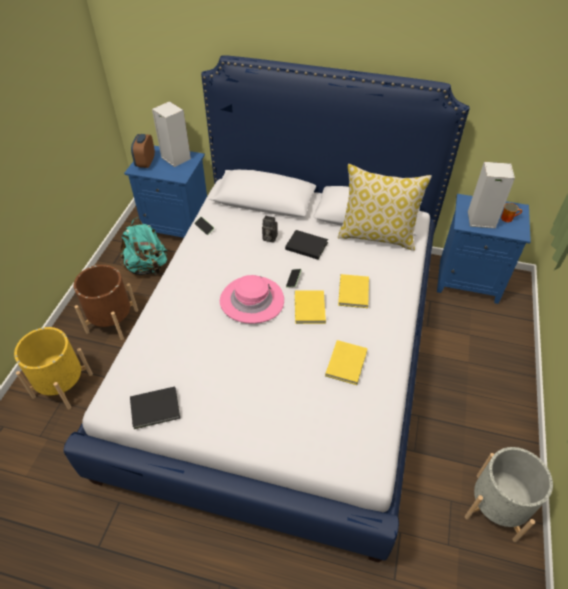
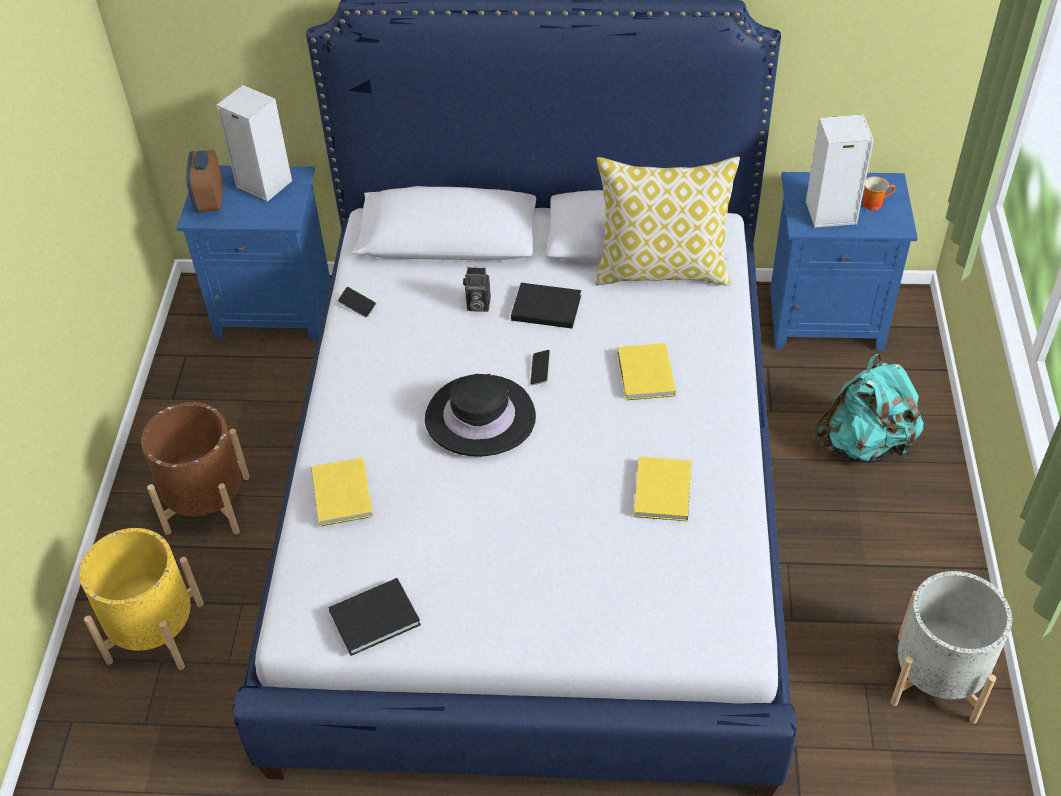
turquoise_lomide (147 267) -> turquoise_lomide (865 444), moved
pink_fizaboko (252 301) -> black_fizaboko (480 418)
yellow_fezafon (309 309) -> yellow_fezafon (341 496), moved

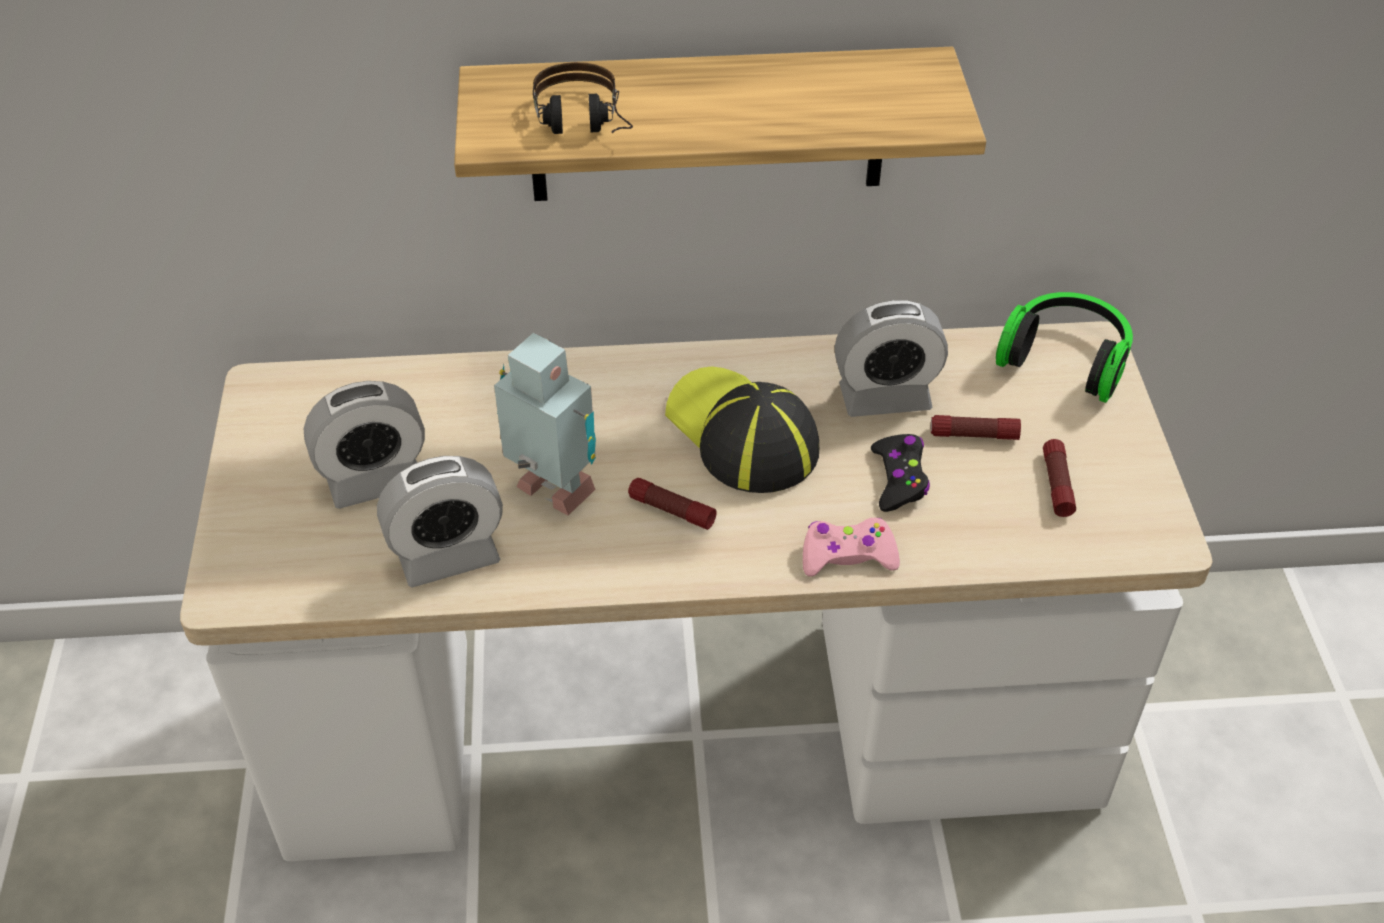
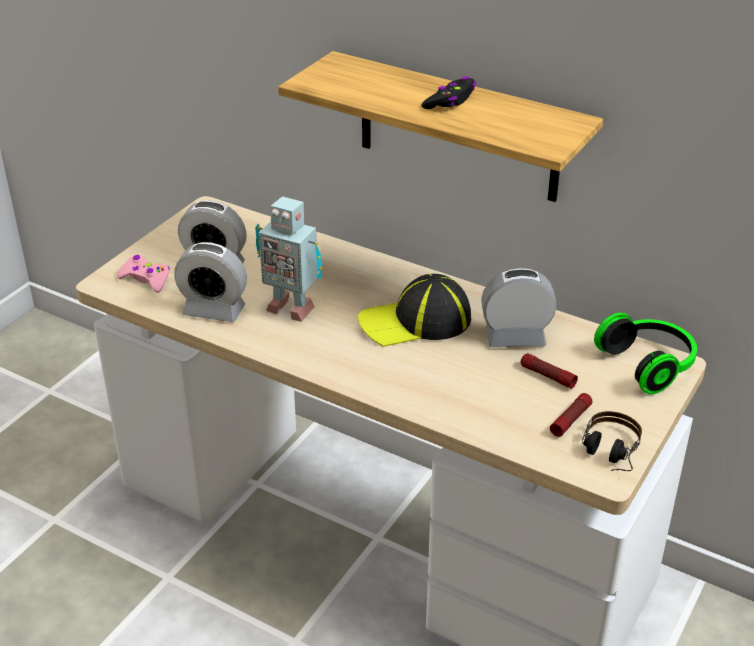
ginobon (583 127) -> ginobon (608 456), moved
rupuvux (885 397) -> rupuvux (515 338), 150 degrees clockwise
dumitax (553 495) -> dumitax (291 307), 135 degrees clockwise
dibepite (741 434) -> dibepite (416 321), 105 degrees counterclockwise
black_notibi (899 479) -> black_notibi (450 101), moved
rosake (671 511) -> none
pink_notibi (847 555) -> pink_notibi (146 279), moved

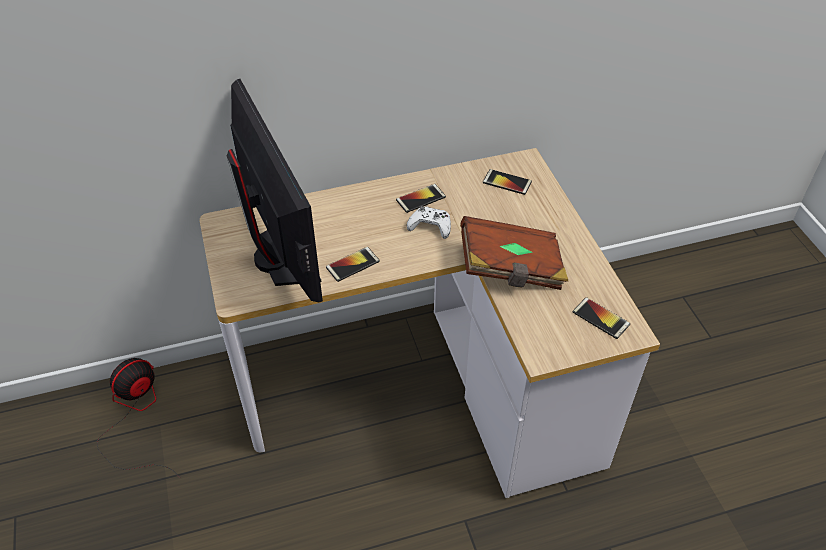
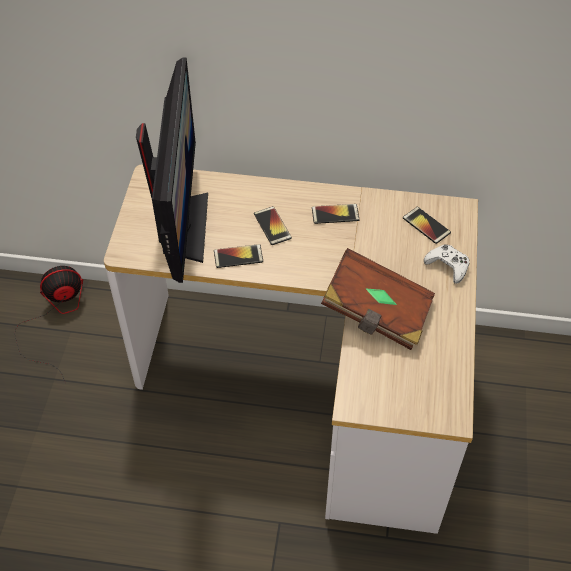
white_notibi (430 226) -> white_notibi (448 266), moved
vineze (601 318) -> vineze (272 226), moved

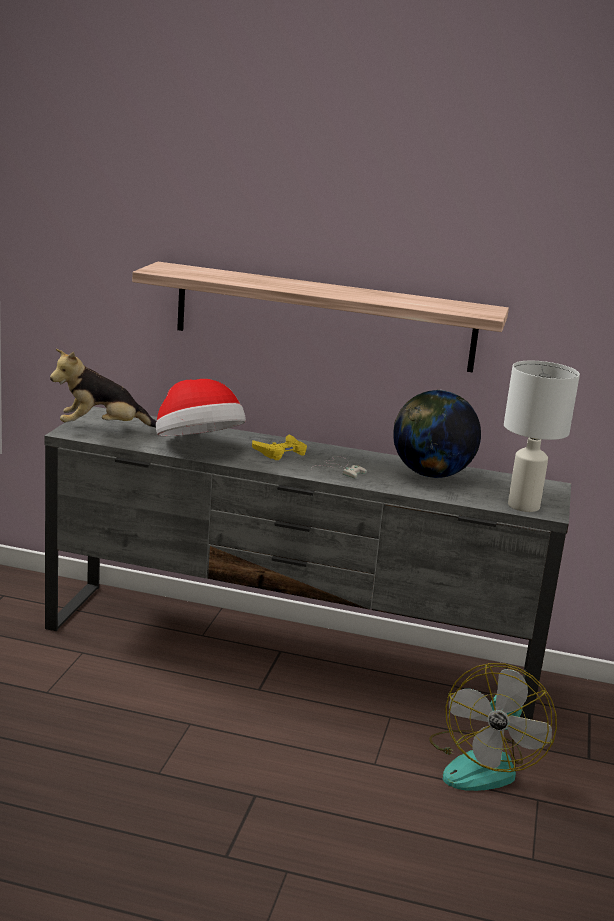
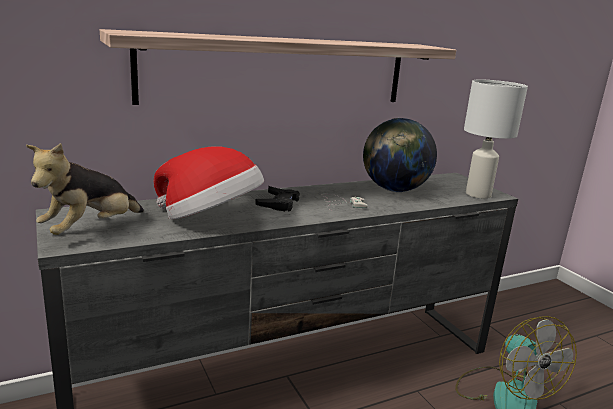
yellow_notibi (280 452) -> black_notibi (278 203)

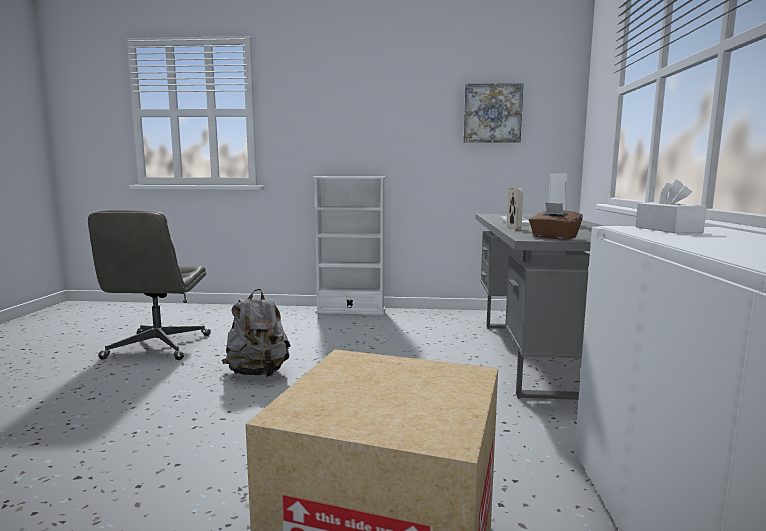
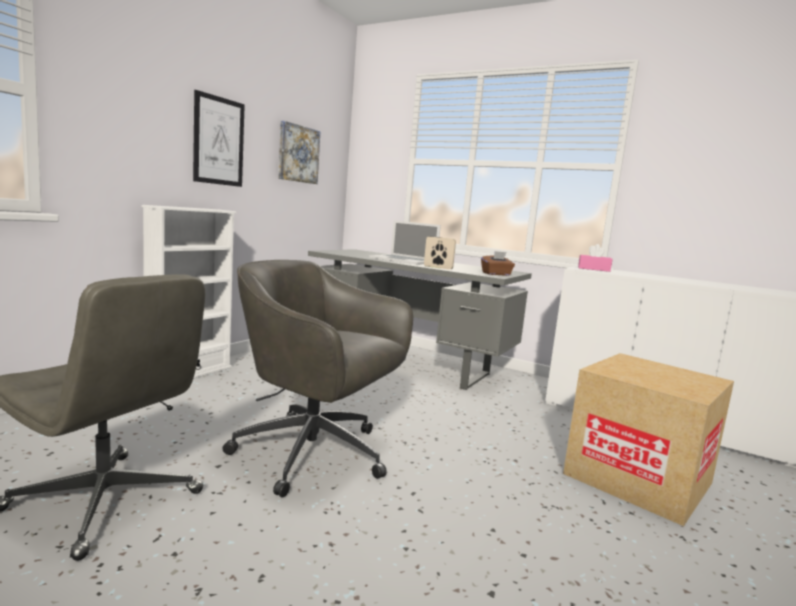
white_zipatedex (667 230) -> pink_zipatedex (593 269)
grey_lomide (258 373) -> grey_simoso (315 455)
none -> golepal (219 141)

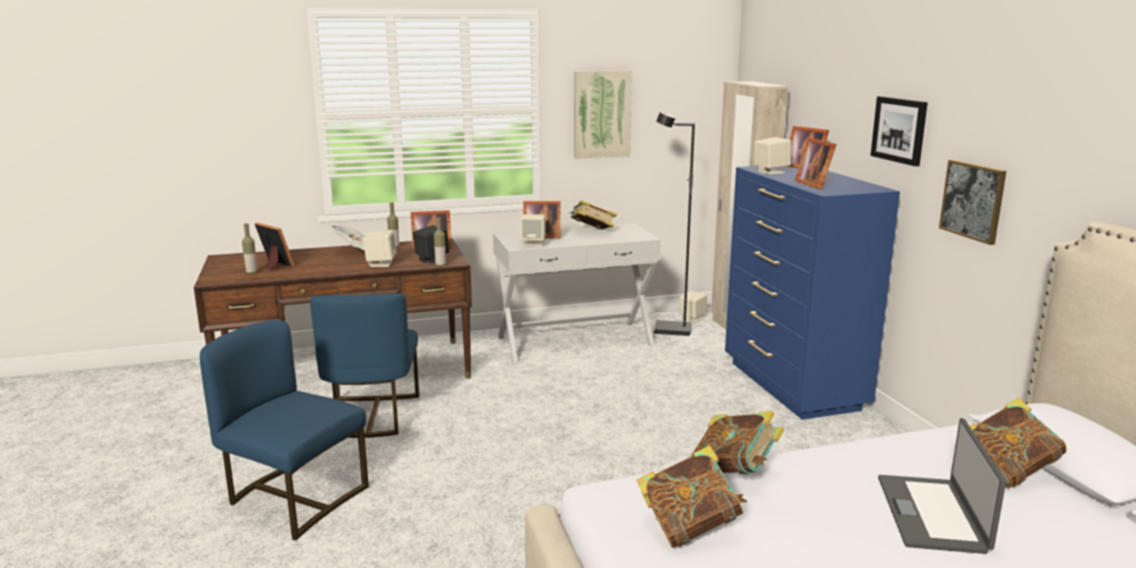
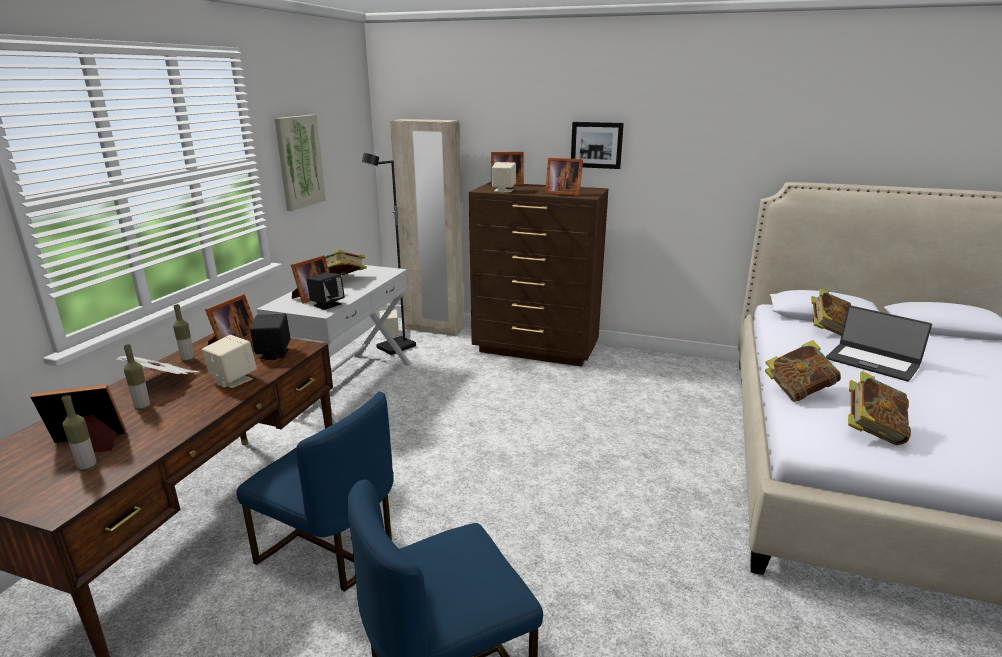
golepal (973 200) -> none
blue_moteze (792 386) -> brown_moteze (536 349)
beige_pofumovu (533 244) -> black_pofumovu (327 305)
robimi (440 265) -> robimi (142 407), moved

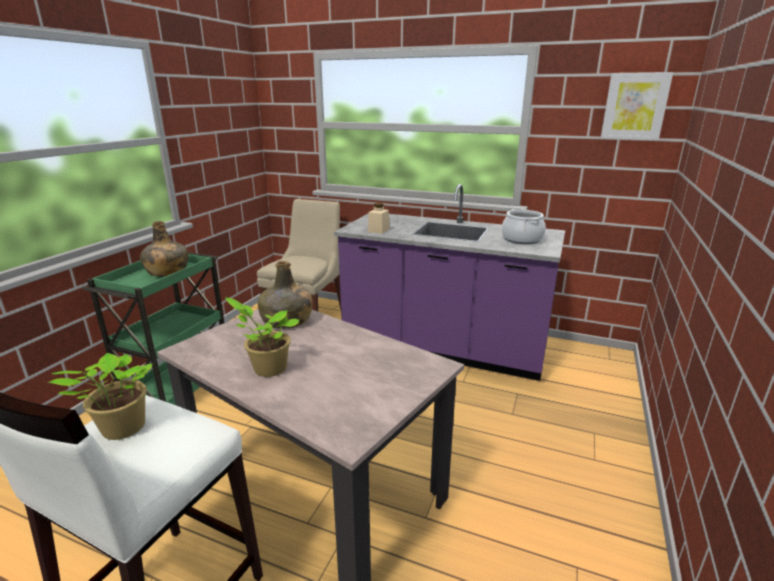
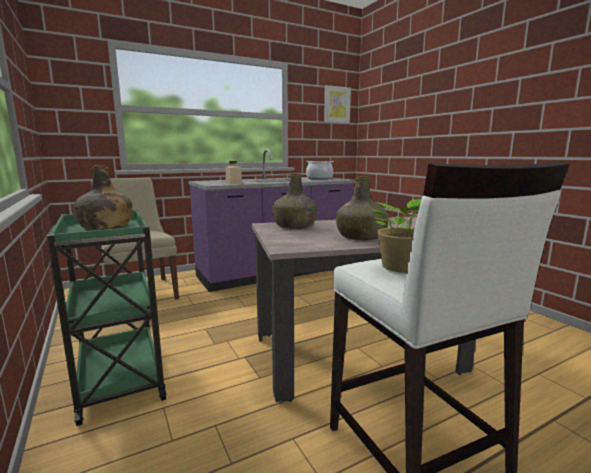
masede (267 368) -> green_robimi (361 237)

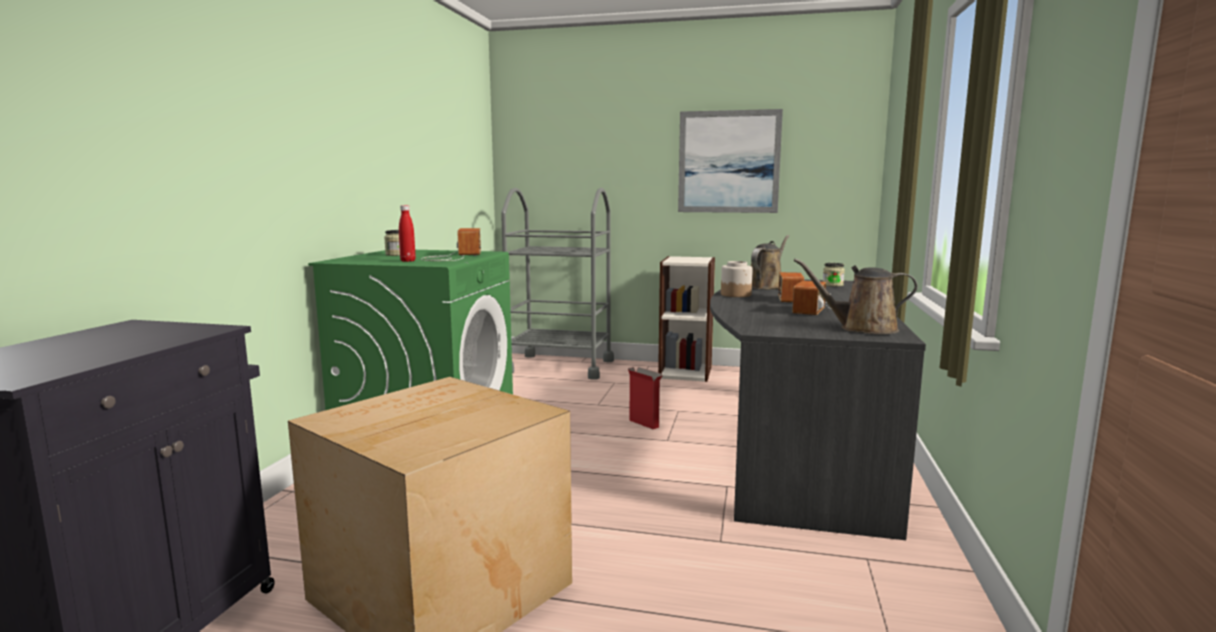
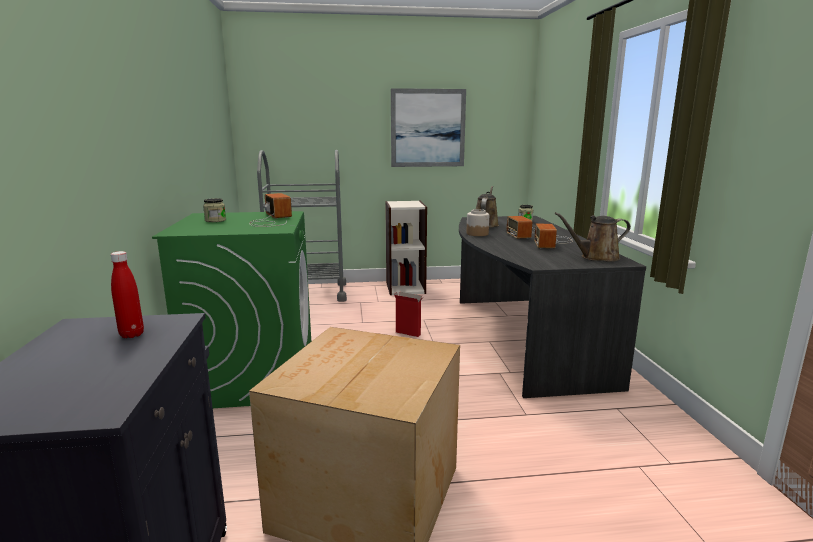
red_robimi (408 261) -> red_robimi (132 334), moved

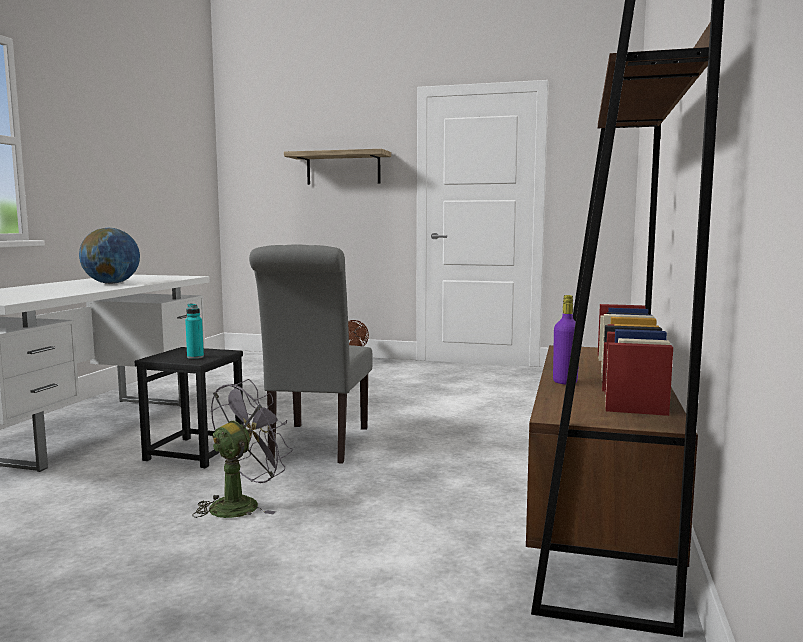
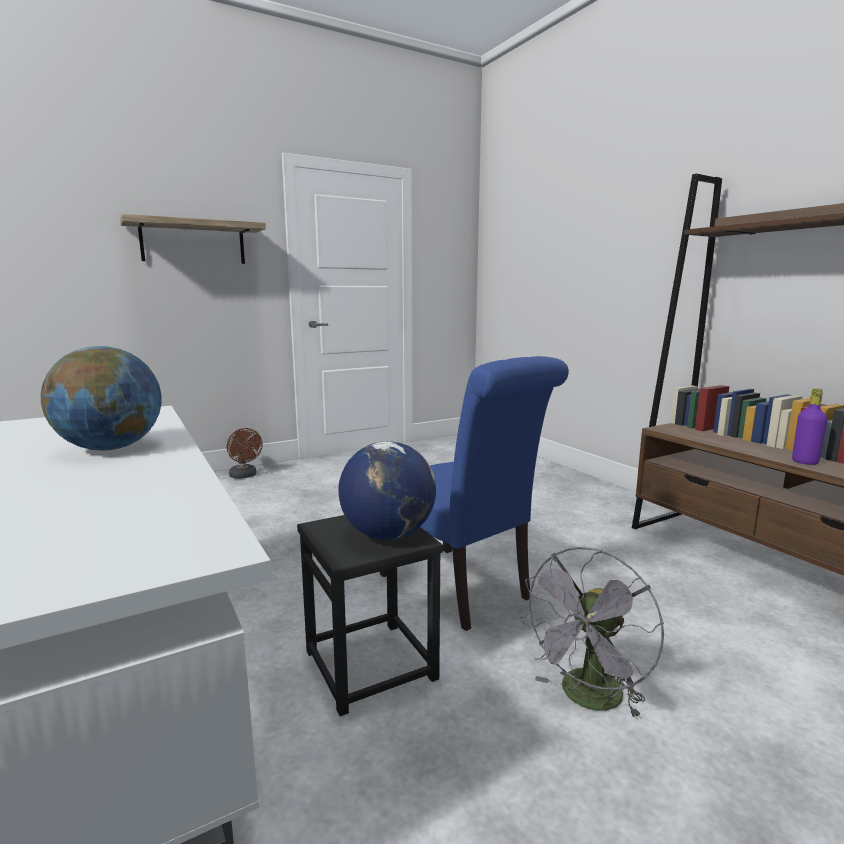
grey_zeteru (316 445) -> blue_zeteru (460 589)
turquoise_robimi (195 357) -> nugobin (388 534)
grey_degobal (242 504) -> grey_degobal (588 700), 135 degrees counterclockwise

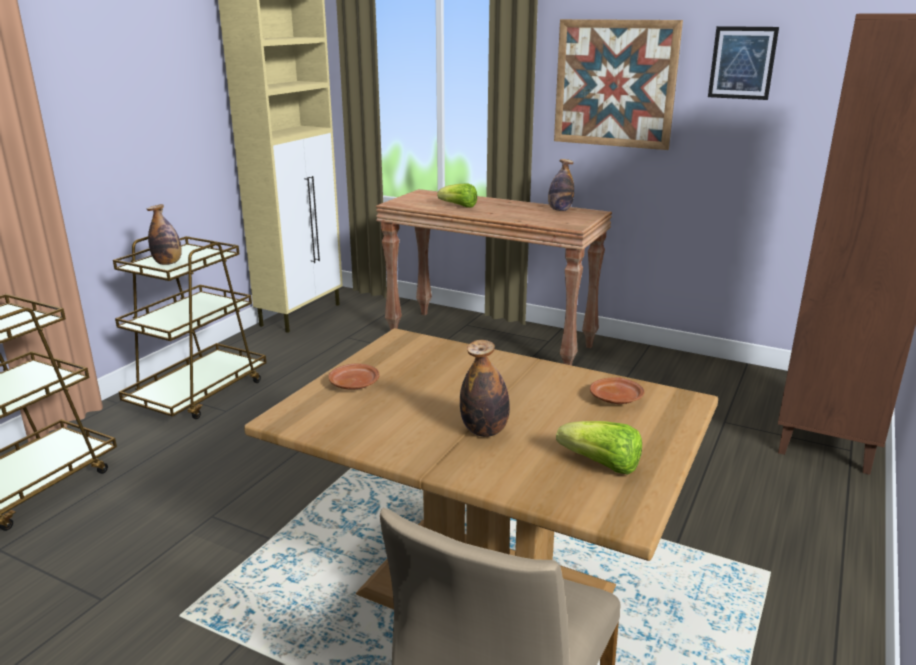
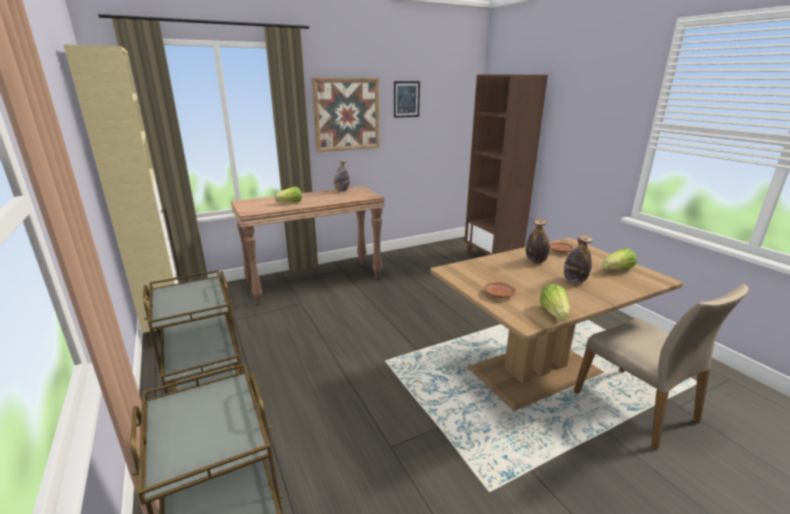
robimi (168 263) -> robimi (535 261), moved
none -> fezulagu (554 313)

